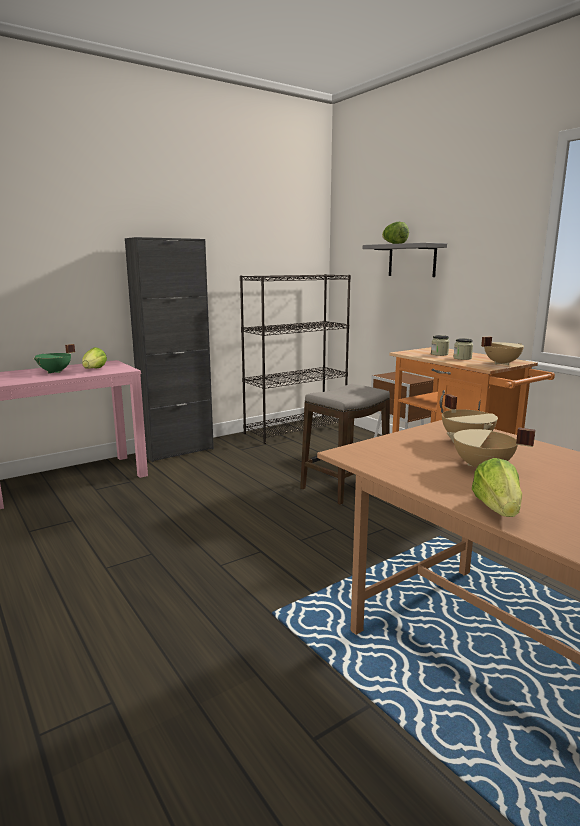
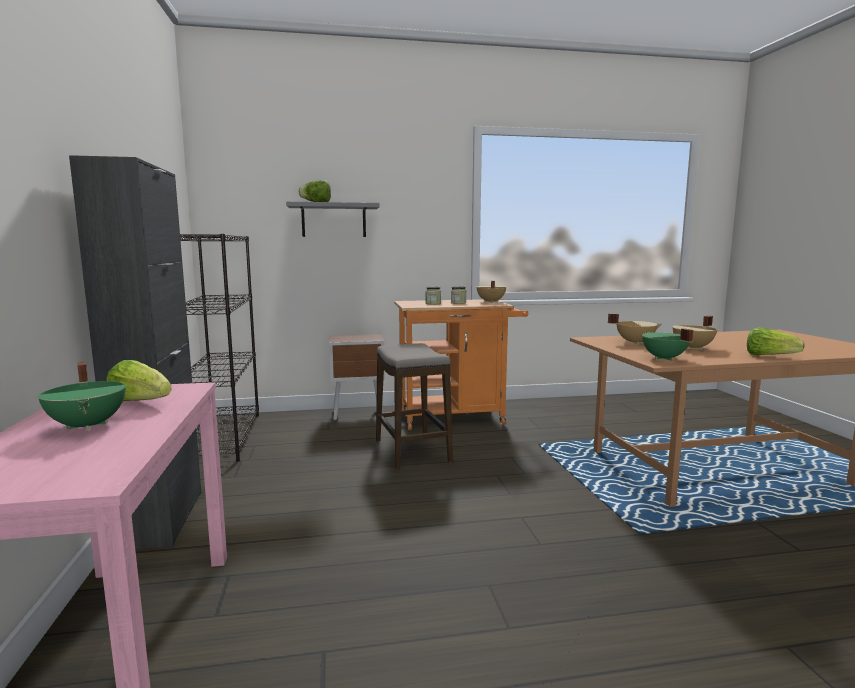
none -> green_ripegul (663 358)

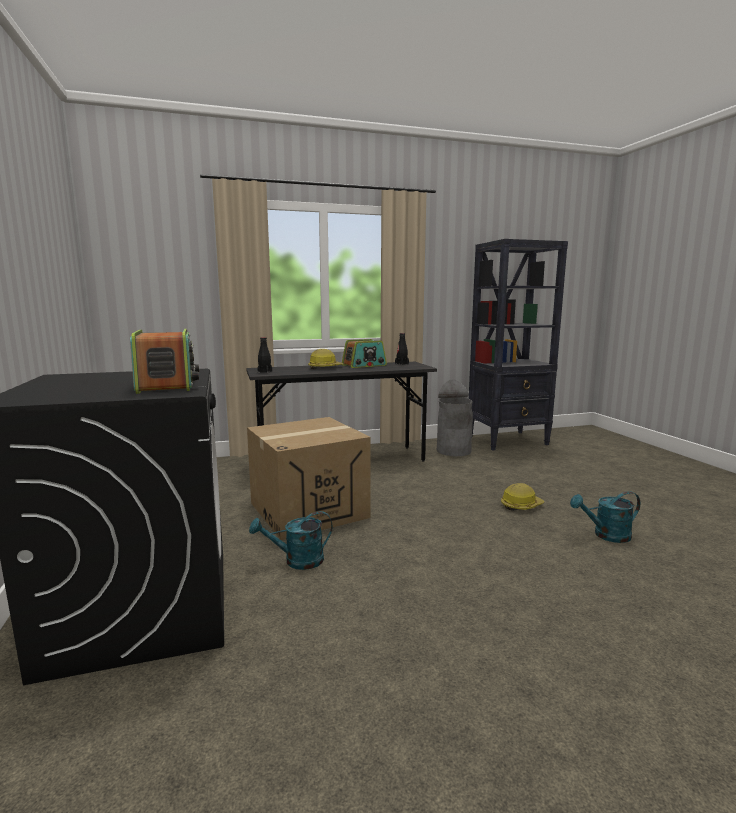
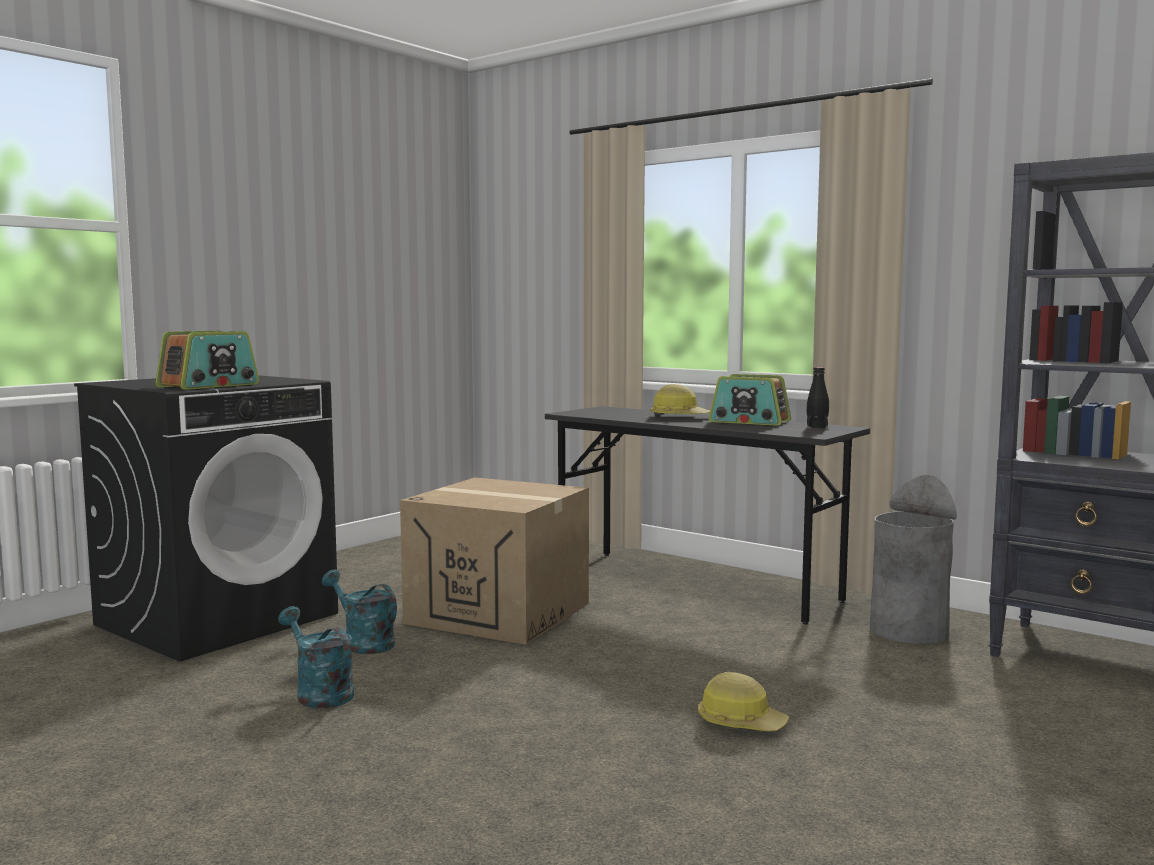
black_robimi (265 372) -> none
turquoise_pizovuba (606 535) -> turquoise_pizovuba (319 693), moved

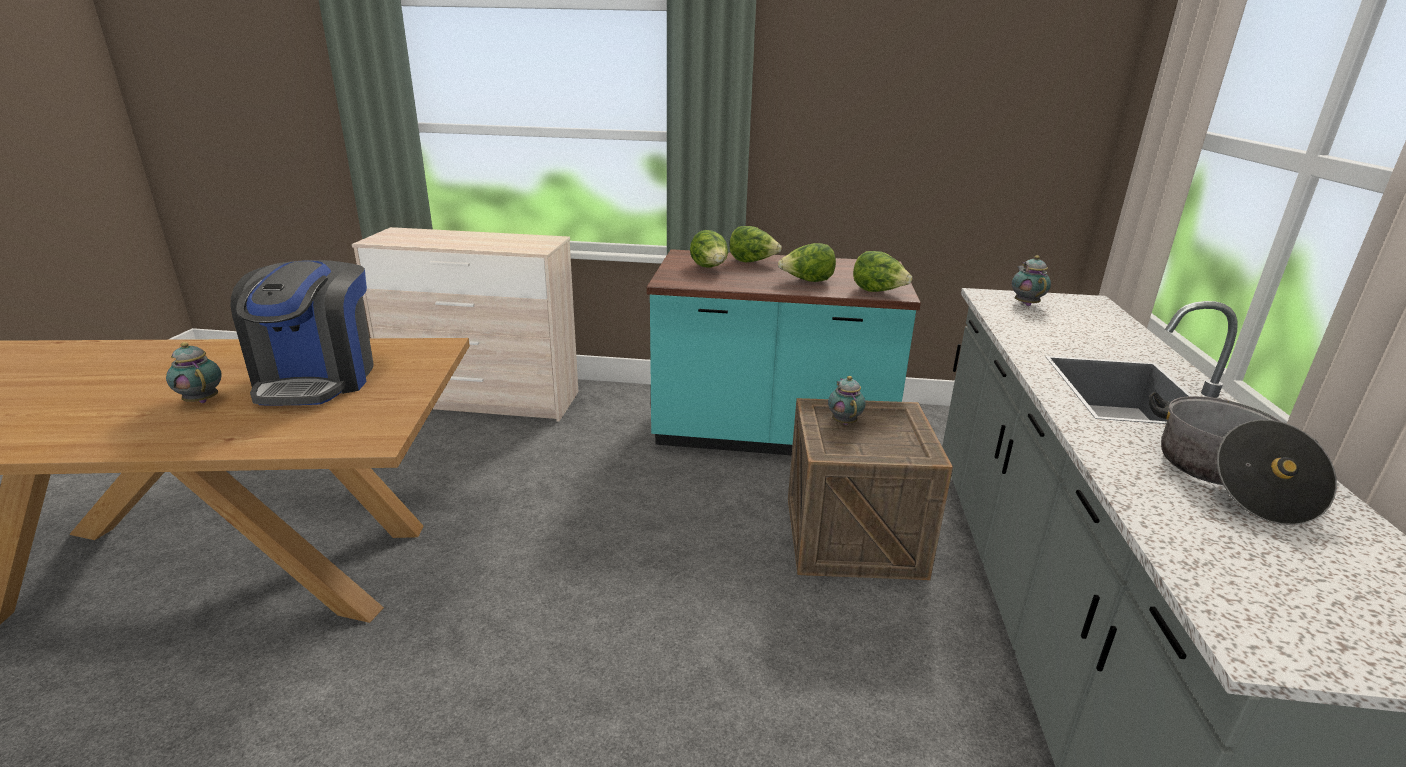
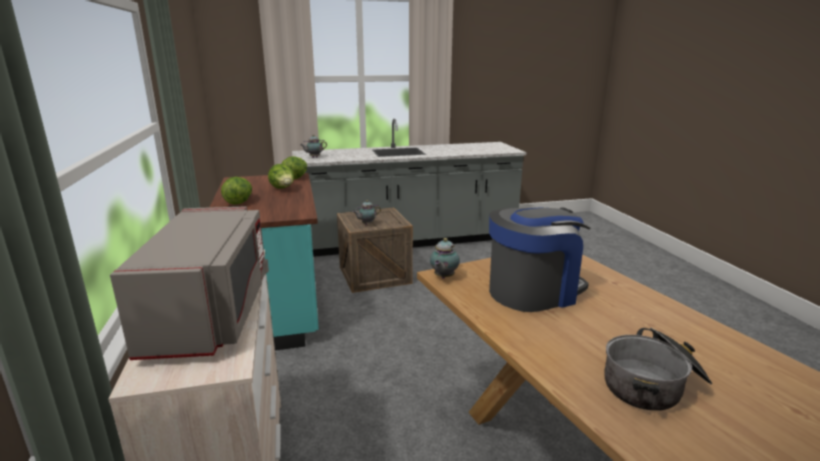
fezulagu (710 268) -> none
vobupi (202 400) -> vobupi (443 277), moved
ripegul (1227 478) -> ripegul (653 385), moved
none -> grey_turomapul (211 313)

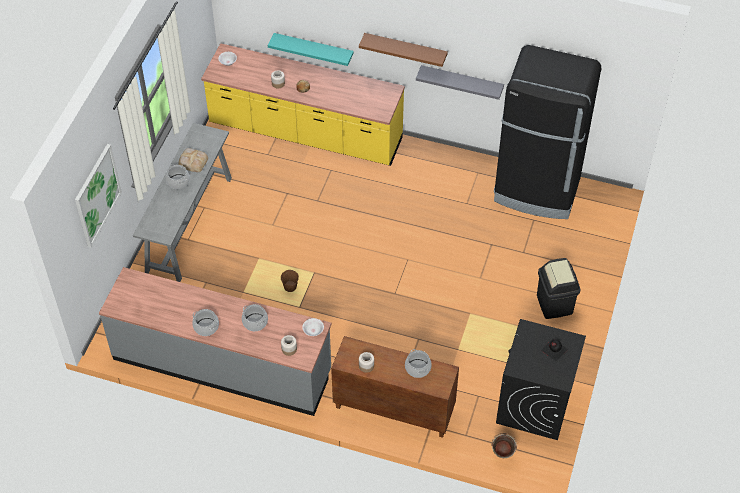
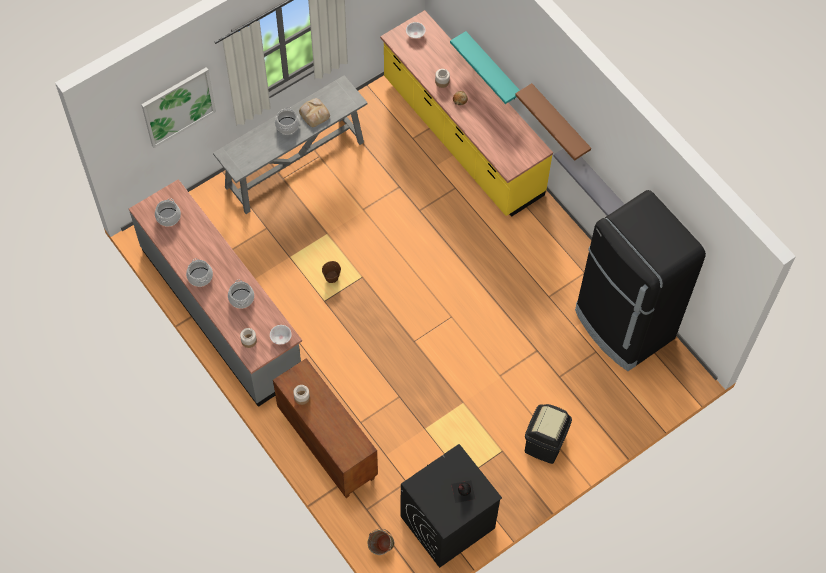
ripegul (418 368) -> ripegul (168 217), moved

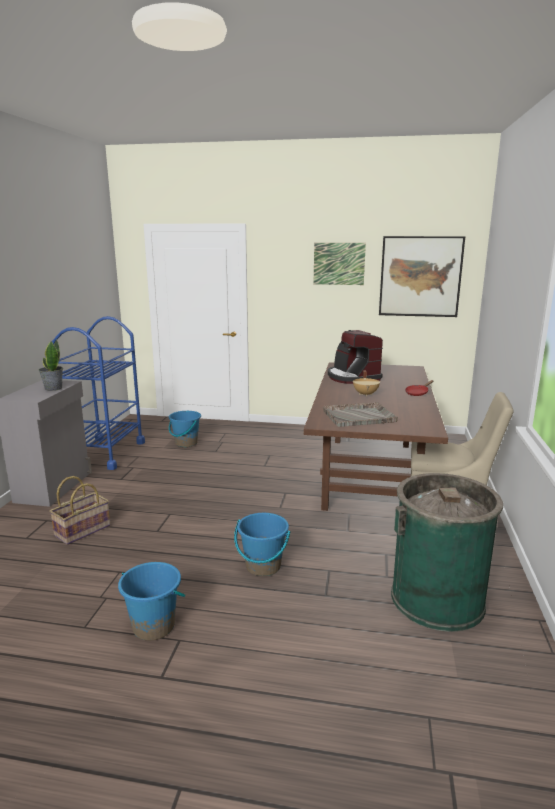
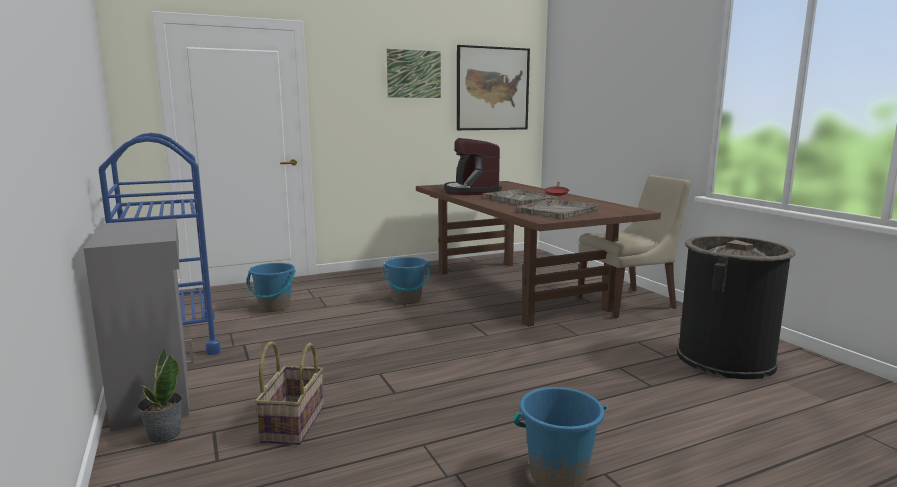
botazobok (352 377) -> botazobok (471 191), 45 degrees clockwise
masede (53 388) -> masede (164 435), moved
beige_ripegul (366 394) -> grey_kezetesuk (518 199)
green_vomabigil (437 599) -> black_vomabigil (725 358)
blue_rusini (263 566) -> blue_rusini (406 299), moved

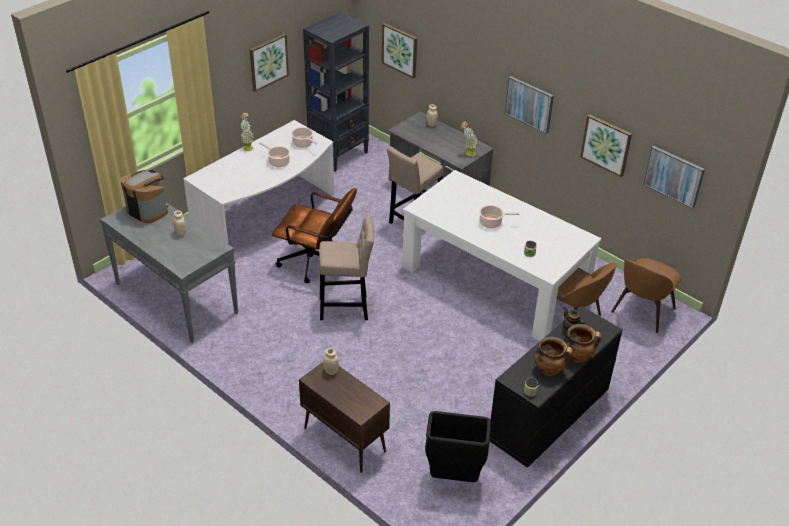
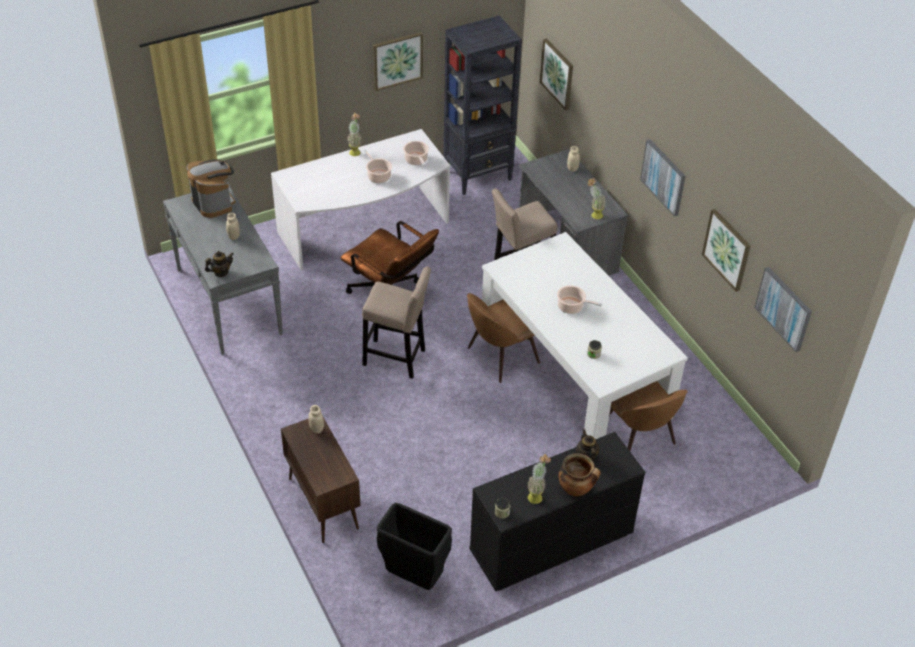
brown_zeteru (642 311) -> brown_zeteru (500 356), moved
ripegul (550 370) -> masede (536 495)
none -> vobupi (221 272)

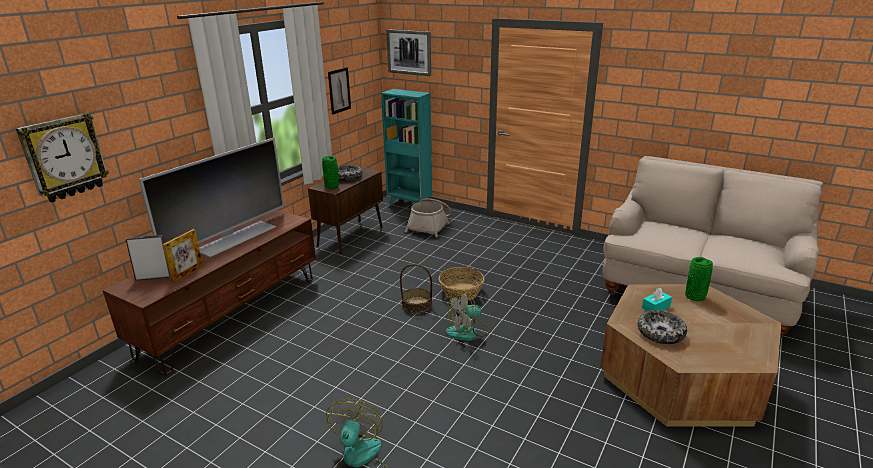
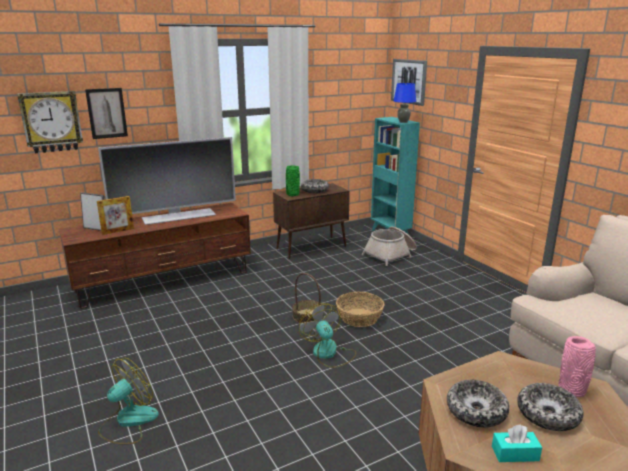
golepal (339 90) -> golepal (107 113), moved
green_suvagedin (695 297) -> pink_suvagedin (572 390)
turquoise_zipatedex (656 307) -> turquoise_zipatedex (515 453), moved
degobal (468 331) -> degobal (329 354), 60 degrees clockwise
none -> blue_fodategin (403 122)
none -> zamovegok (547 414)

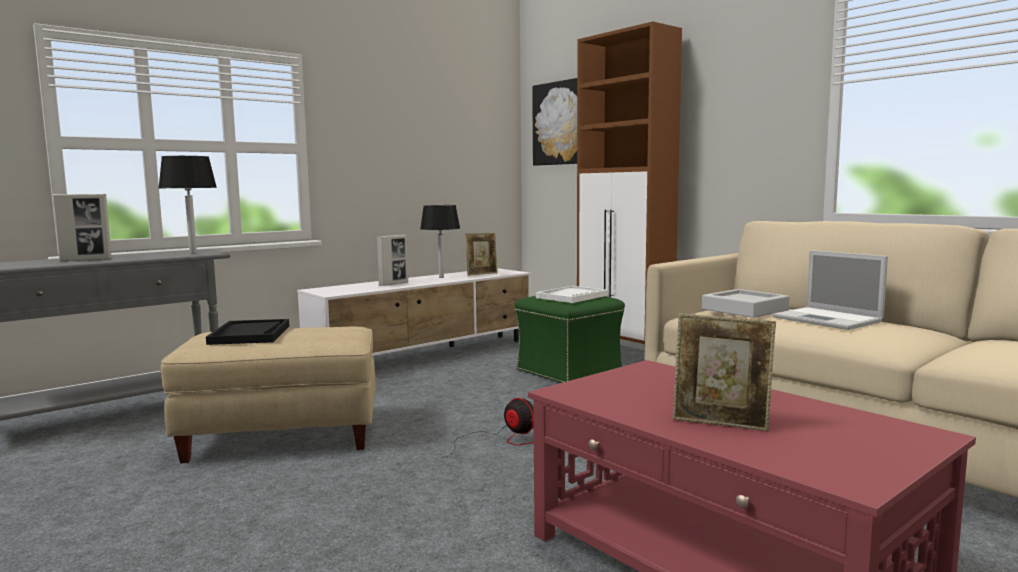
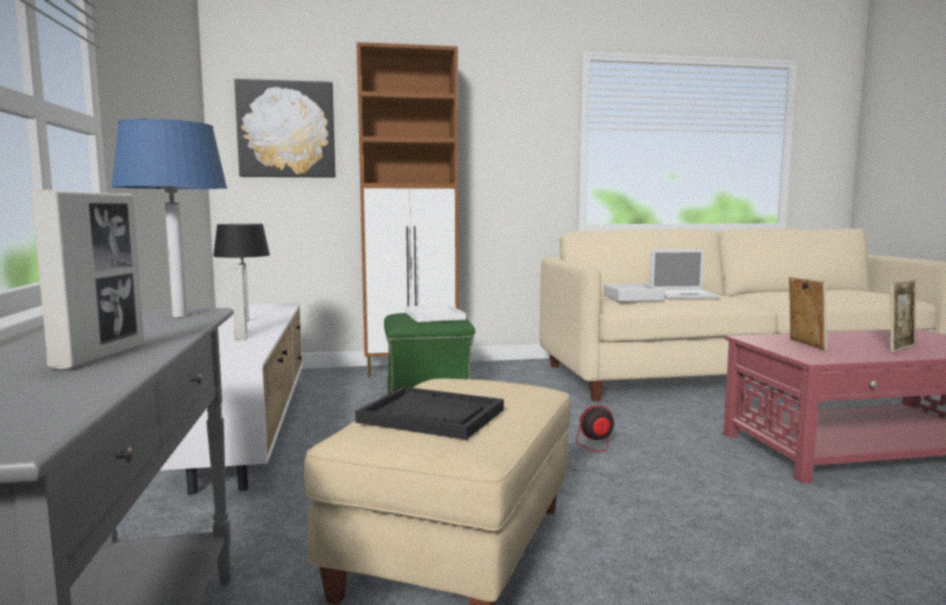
black_fodategin (193 253) -> blue_fodategin (179 316)
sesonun (482 274) -> sesonun (804 345), moved

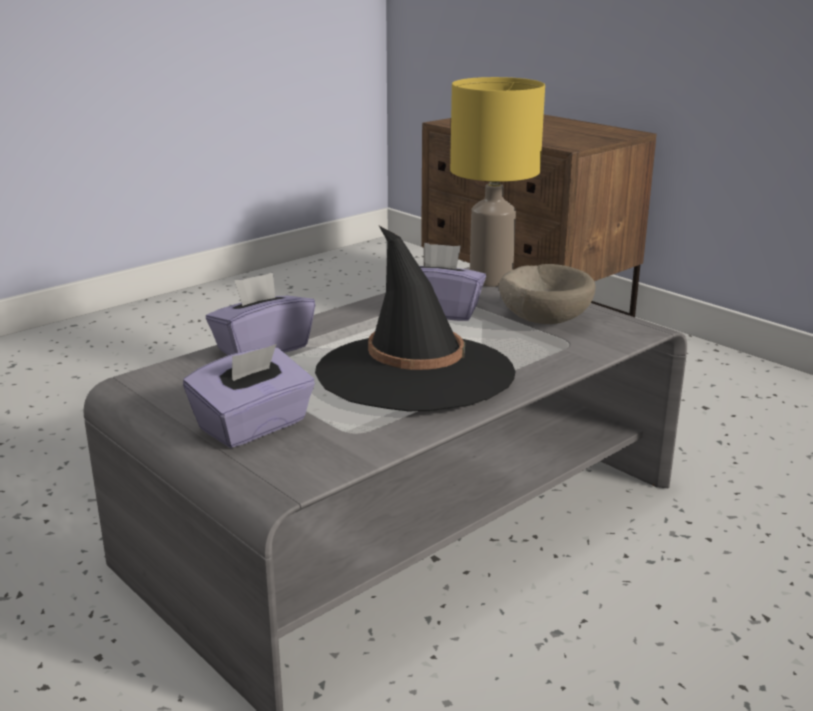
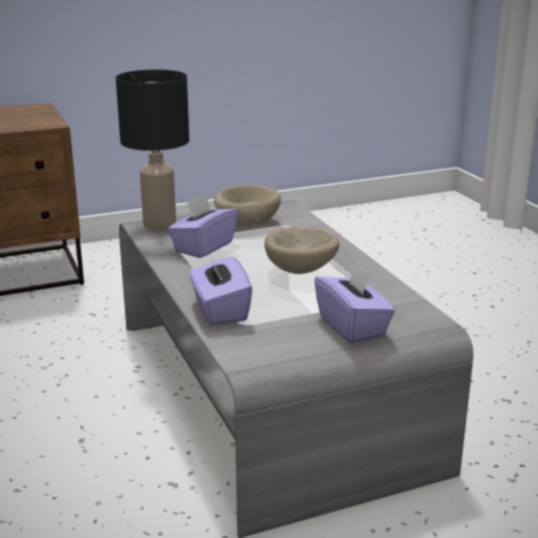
yellow_fodategin (489 280) -> black_fodategin (159 224)
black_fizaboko (415 373) -> beige_zamovegok (302 270)

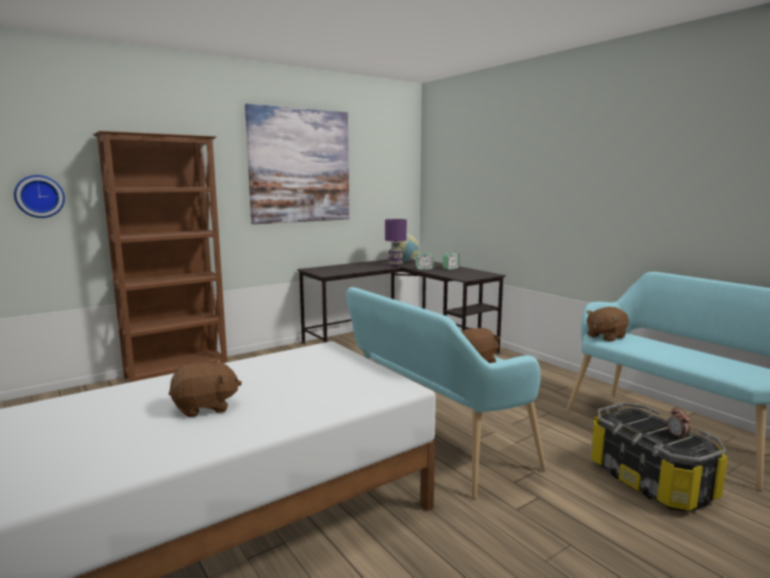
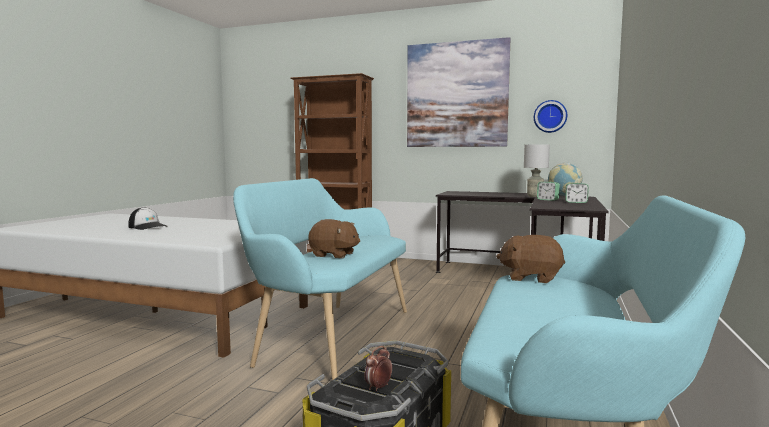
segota (39 196) -> segota (550 116), moved
purple_fodategin (395 265) -> grey_fodategin (535 196)
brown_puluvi (205 407) -> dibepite (148 227)

